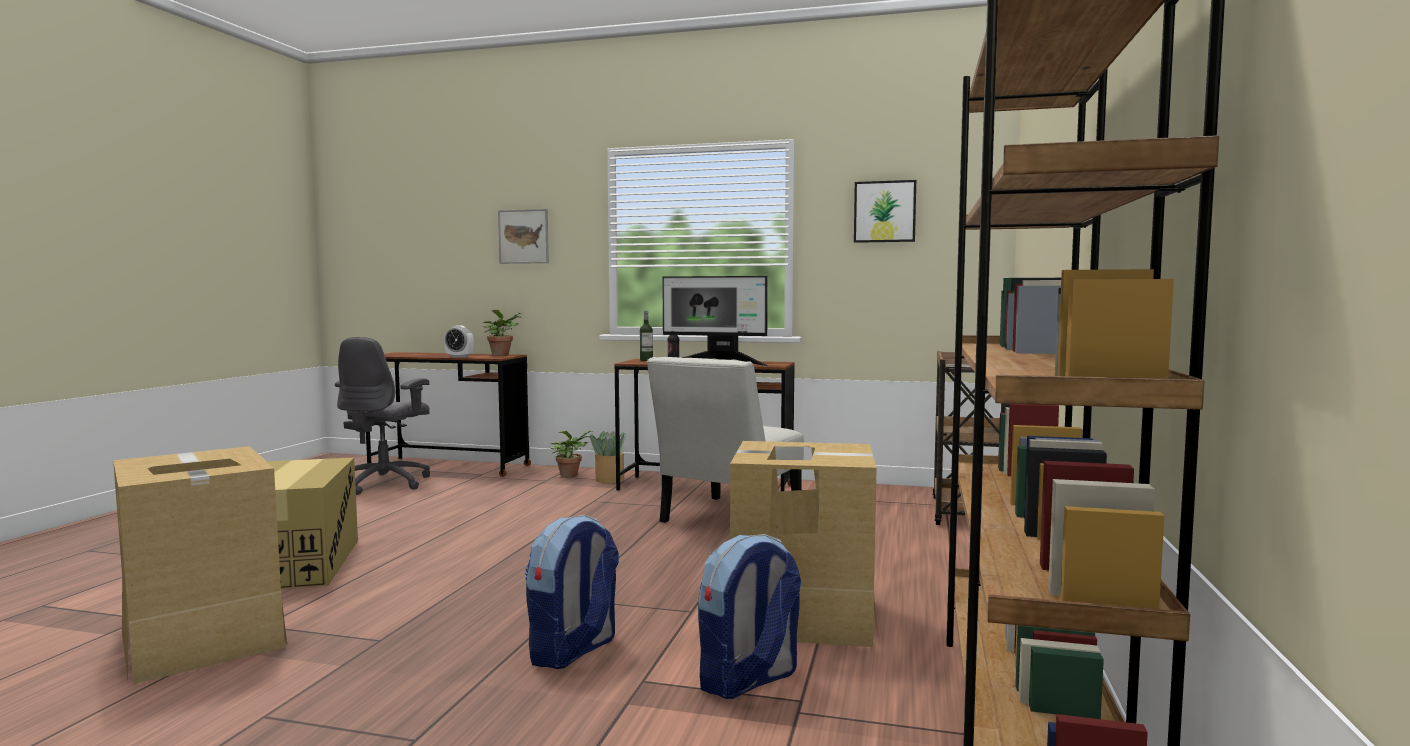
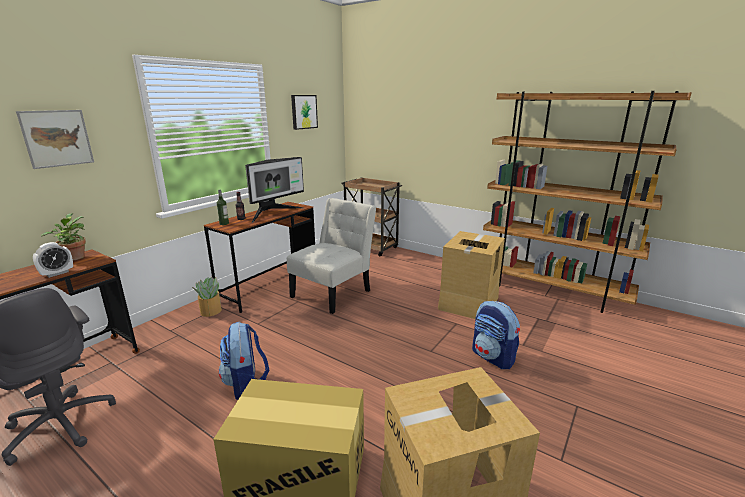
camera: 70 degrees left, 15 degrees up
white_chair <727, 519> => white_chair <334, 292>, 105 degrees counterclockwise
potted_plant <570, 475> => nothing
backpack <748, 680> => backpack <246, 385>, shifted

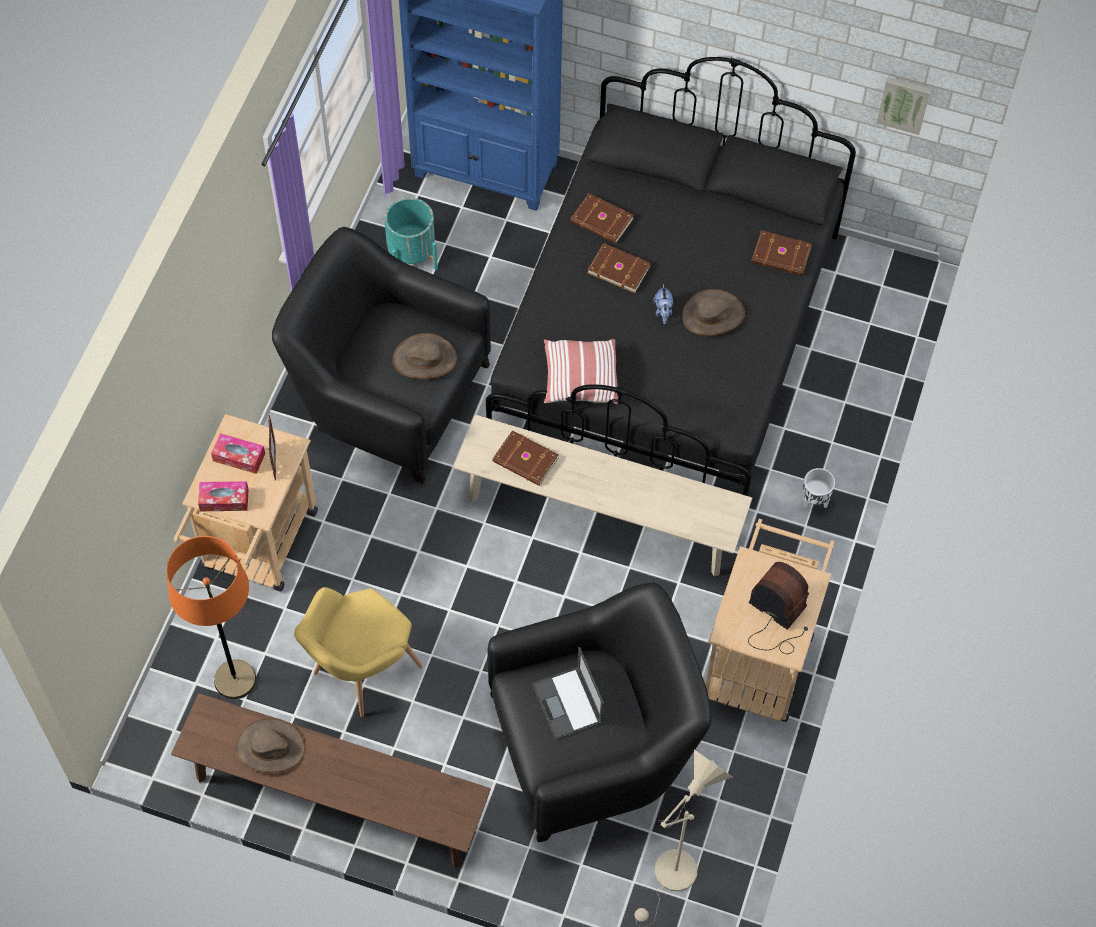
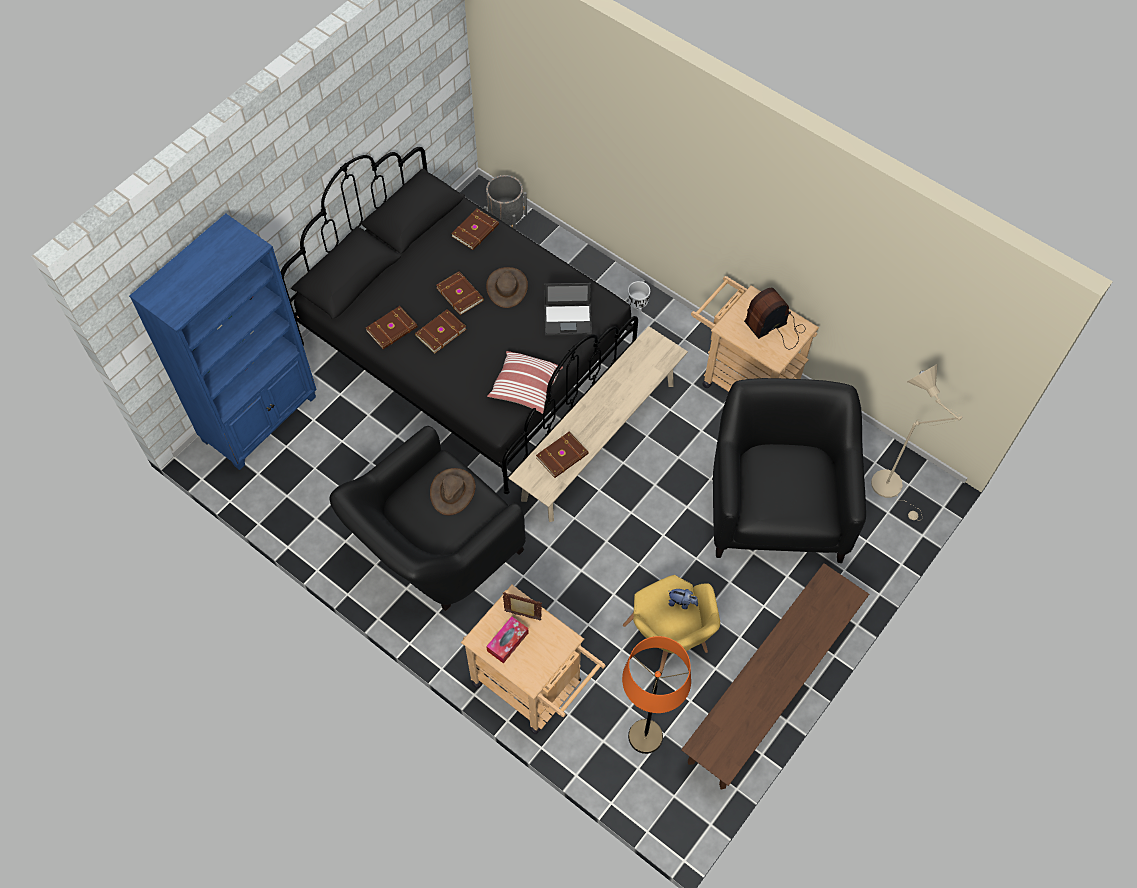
camera: 70 degrees left, 0 degrees up
picture <904, 103> => nothing
turquoise_planter <412, 255> => nothing
plush_toy <663, 311> => plush_toy <681, 602>, shifted
tissue_box <224, 500> => nothing
laptop <568, 704> => laptop <568, 319>, shifted
brown_hat <270, 748> => nothing
nothing => grey_planter <506, 221>
nothing => brown_book <460, 293>

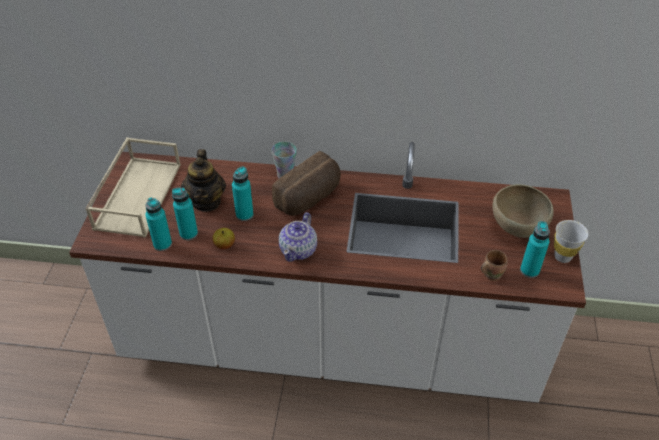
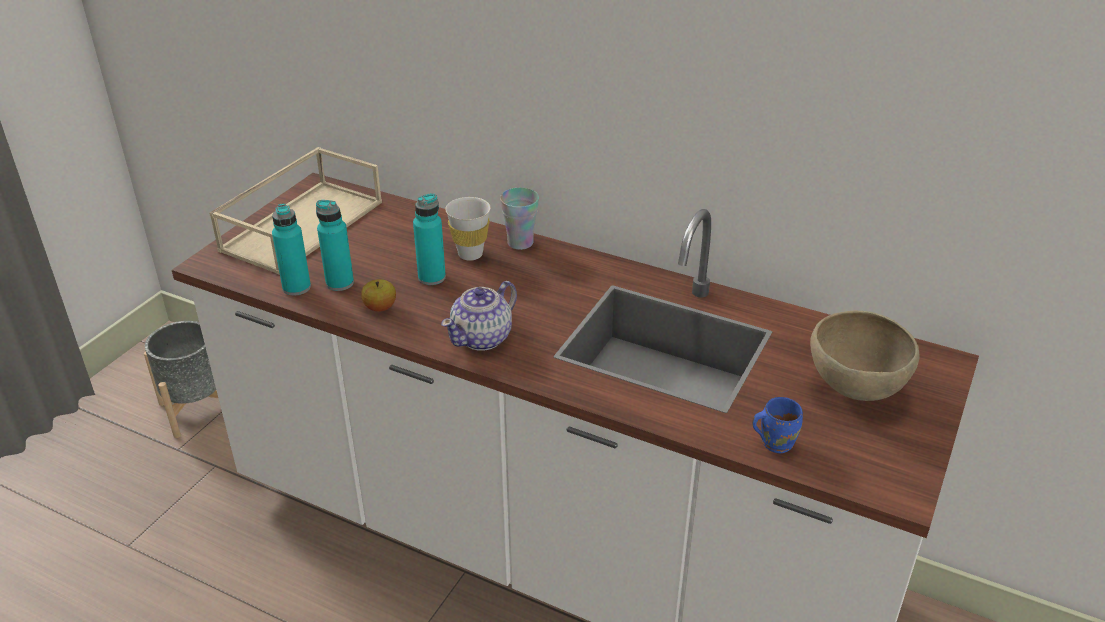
camera: 20 degrees right, 10 degrees down
teapot <206, 201> => nothing
bread <310, 198> => nothing
white_cup <562, 257> => white_cup <470, 254>, shifted
turquoise_bottle <529, 270> => nothing
brown_mug <490, 274> => blue_mug <774, 442>
nothing => grey_planter <196, 409>

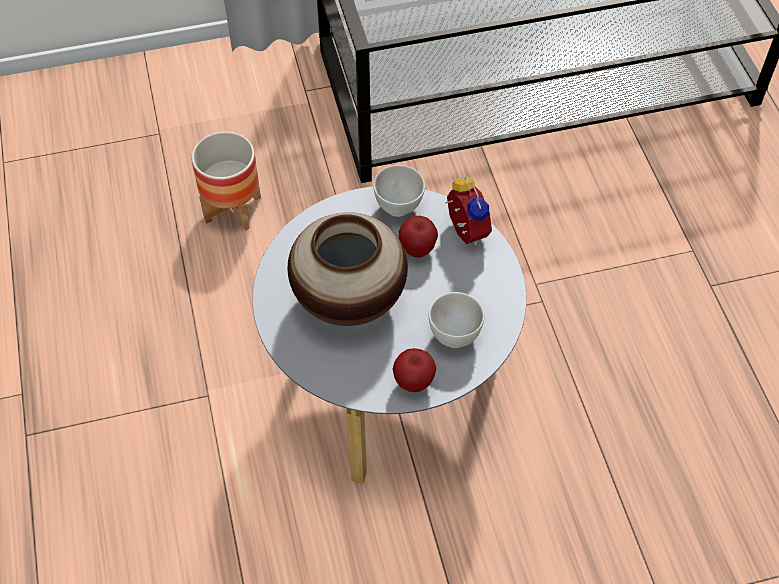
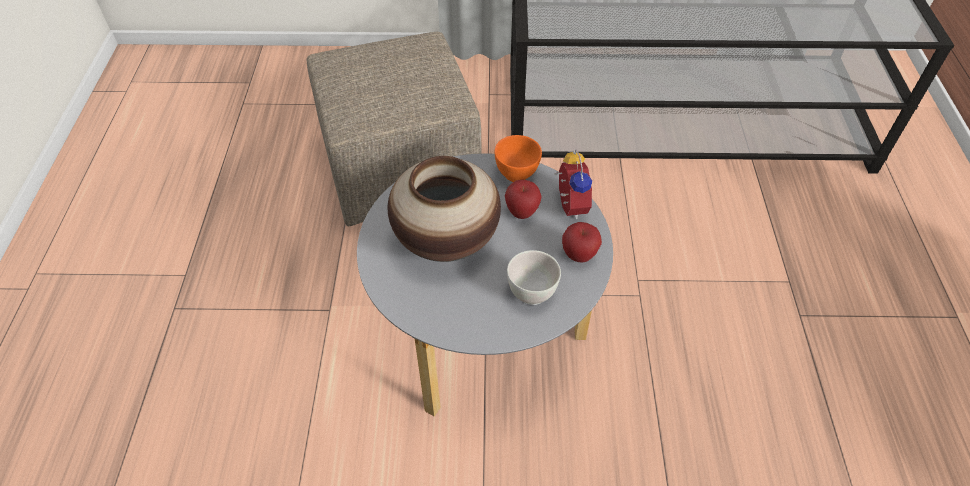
camera: 15 degrees right, 5 degrees down
planter <233, 209> => beige_ottoman <402, 169>
white_bowl <399, 207> => orange_bowl <517, 174>
apple <413, 382> => apple <579, 255>, shifted

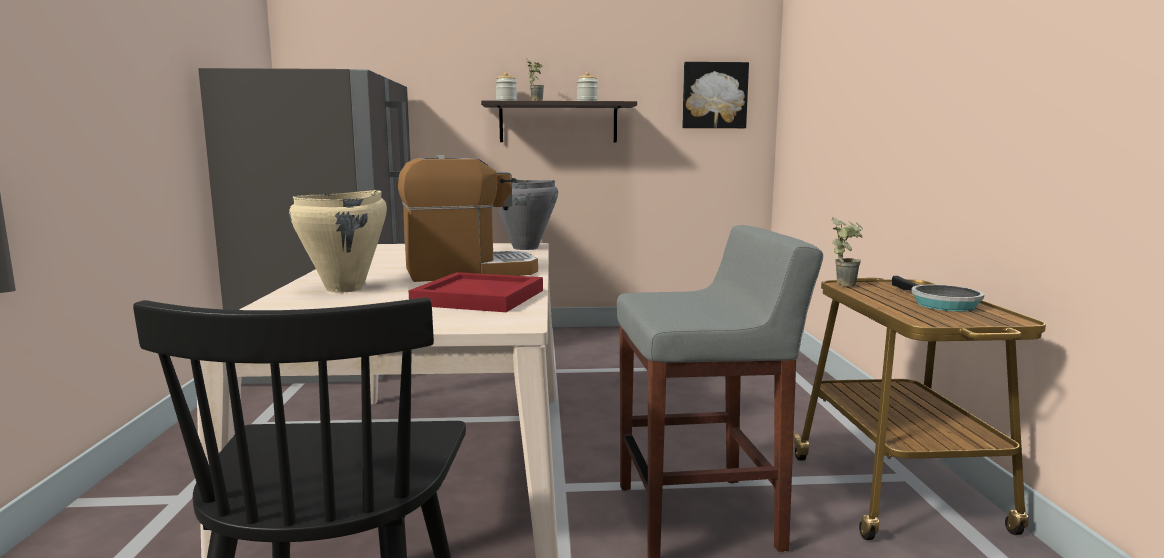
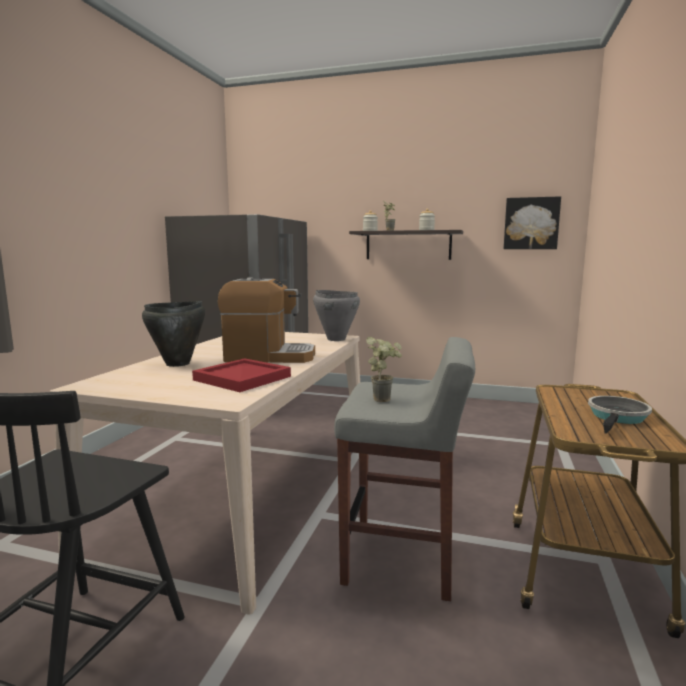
camera: 20 degrees right, 0 degrees up
beige_cooking_pot <345, 289> => black_cooking_pot <178, 364>
potted_plant <845, 284> => potted_plant <384, 399>, shifted
frying_pan <940, 303> => frying_pan <617, 417>, 150 degrees counterclockwise

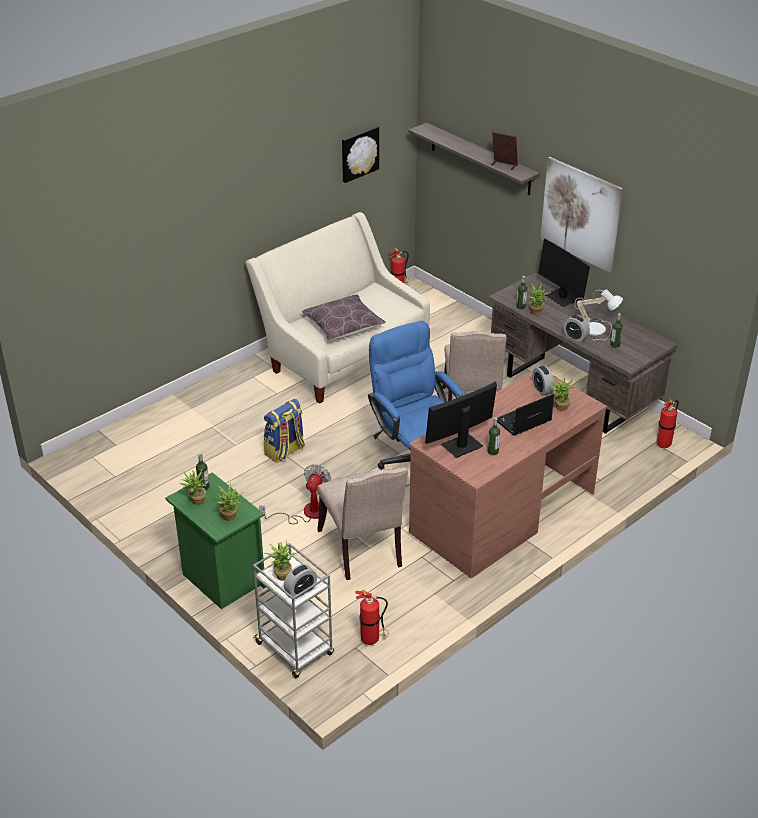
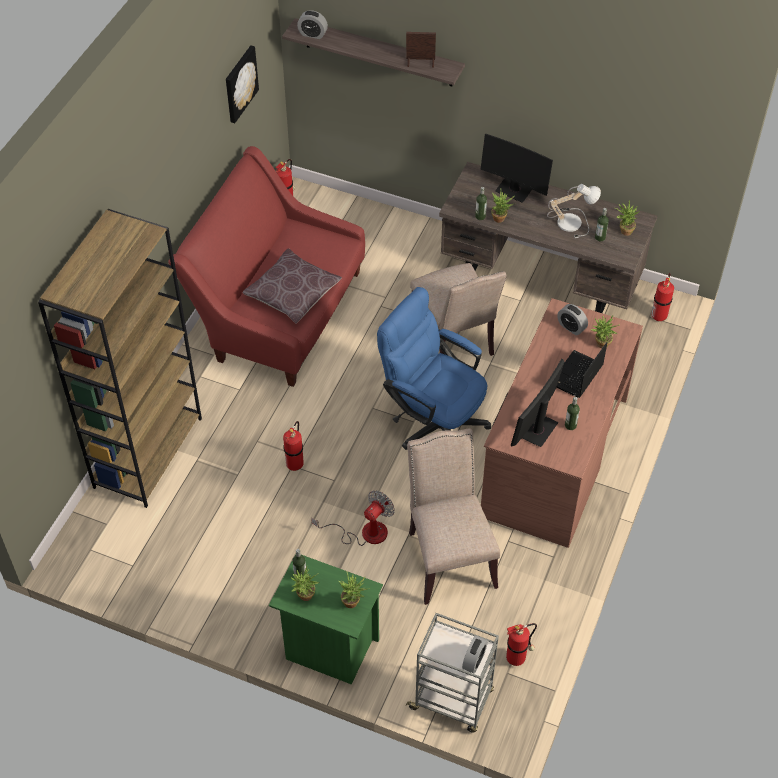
camera: 25 degrees left, 15 degrees up
picture <580, 214> => nothing
beige_sofa <342, 355> => red_sofa <279, 313>
alarm_clock <575, 337> => alarm_clock <313, 34>, shifted
backpack <285, 451> => fire_extinguisher <295, 463>
fan <306, 512> => fan <364, 532>, 45 degrees clockwise
beige_chair <363, 550> => beige_chair <448, 556>, 150 degrees counterclockwise
potted_plant <281, 574> => potted_plant <624, 231>, shifted
nothing => brown_bookcase <148, 452>

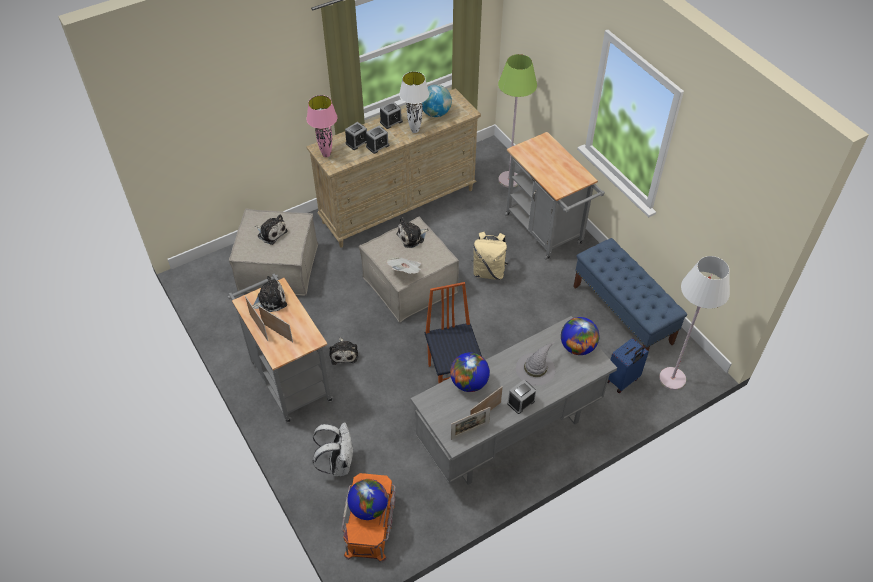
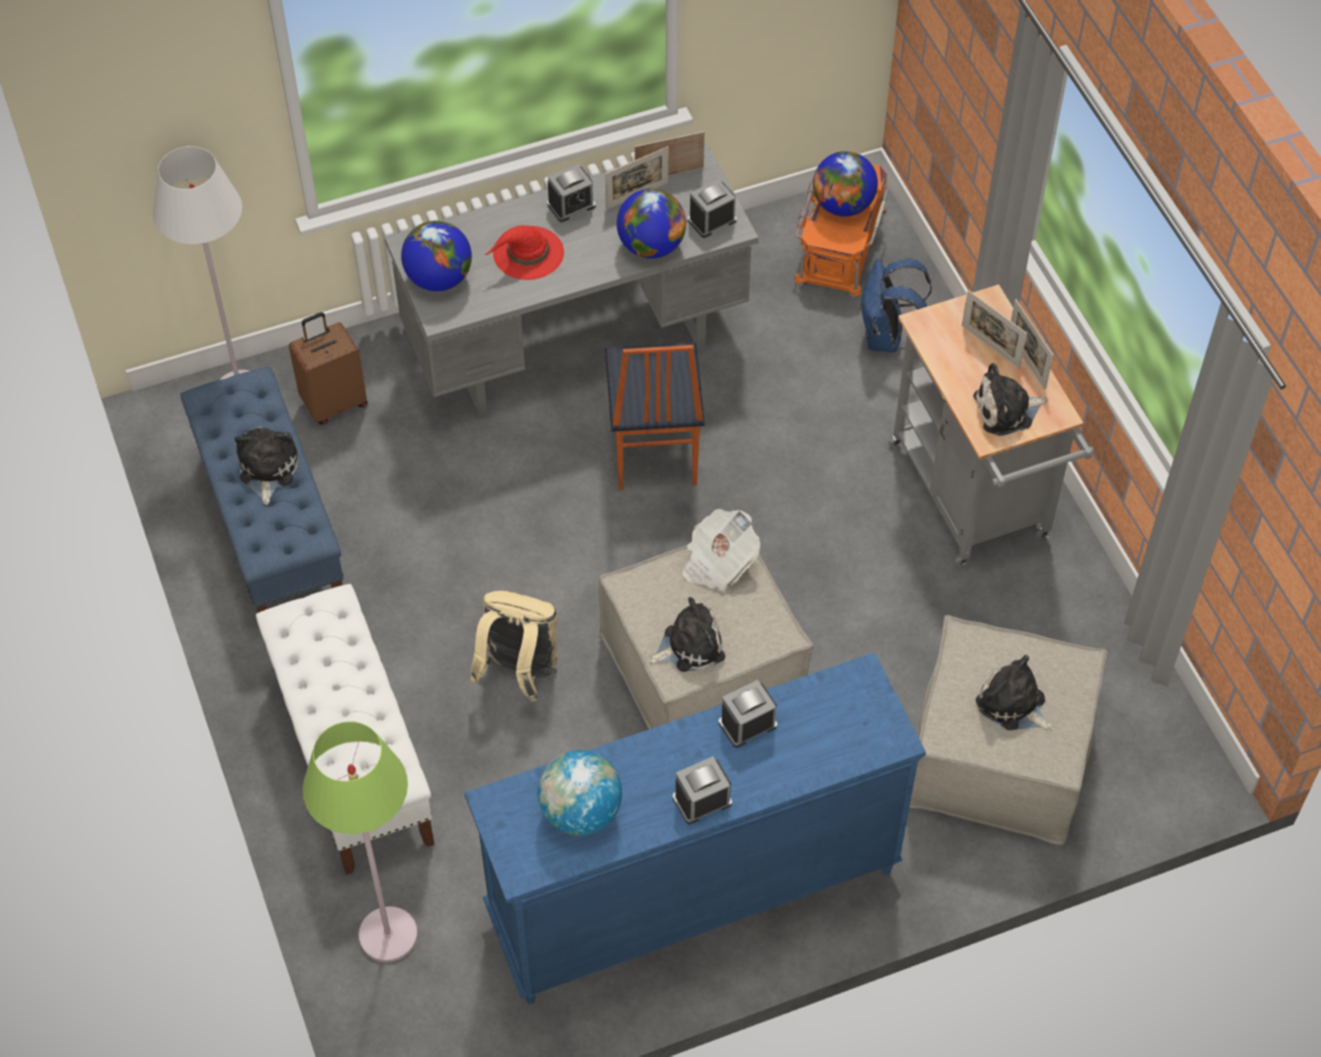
camera: 170 degrees left, 5 degrees up
white_table_lamp <415, 130> => nothing
beige_dresser <399, 205> => blue_dresser <691, 894>
pink_table_lamp <326, 154> => nothing
alarm_clock <357, 142> => alarm_clock <712, 220>, shifted
grey_cart <546, 232> => white_bench <352, 755>
plush_toy <344, 353> => plush_toy <267, 469>, shifted
blue_suitcase <622, 380> => brown_suitcase <334, 402>
grey_hat <535, 368> => red_hat <527, 253>
white_backpack <338, 463> => blue_backpack <886, 338>

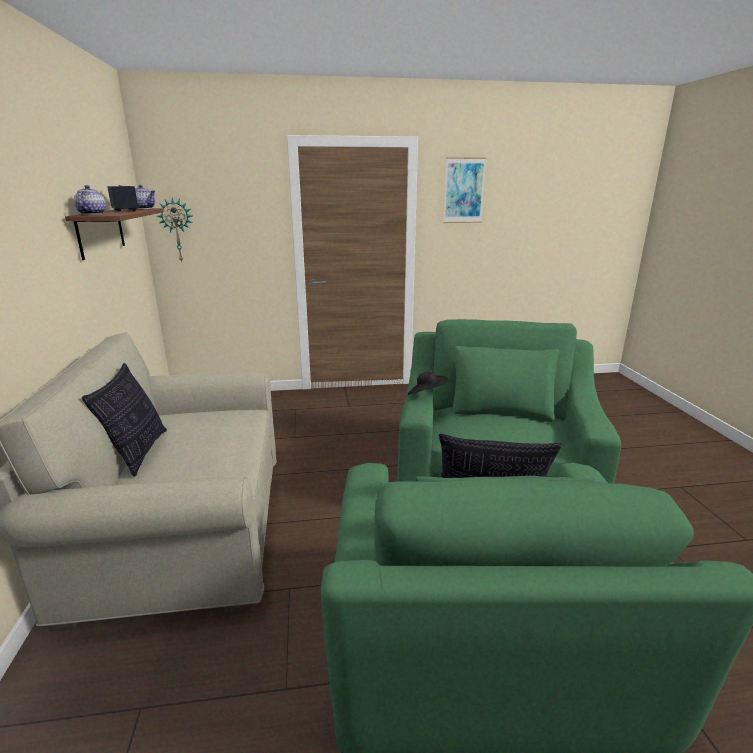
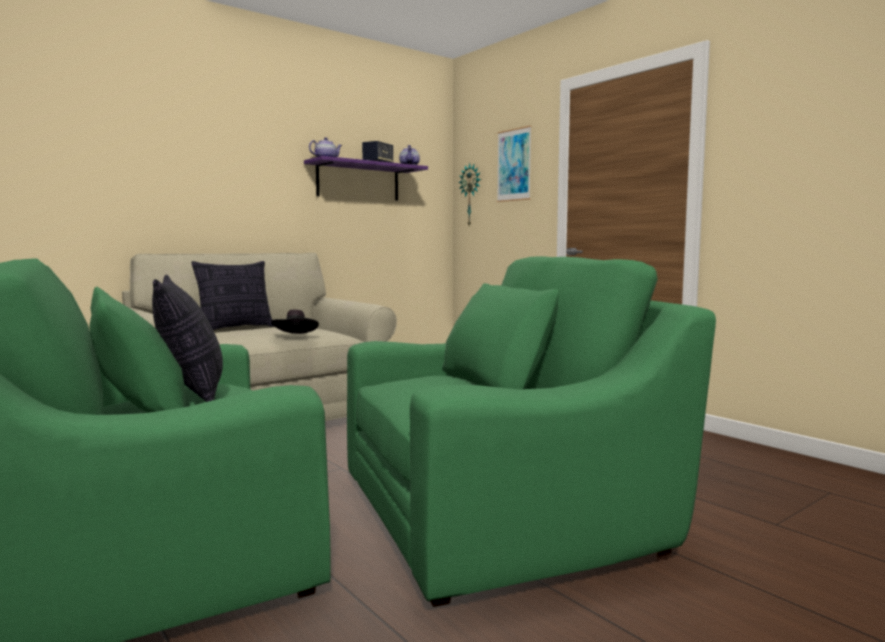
camera: 60 degrees right, 15 degrees down
picture <464, 190> => picture <514, 165>, shifted
brown_shelf <101, 232> => purple_shelf <358, 181>
black_hat <426, 395> => black_hat <295, 336>, shifted

